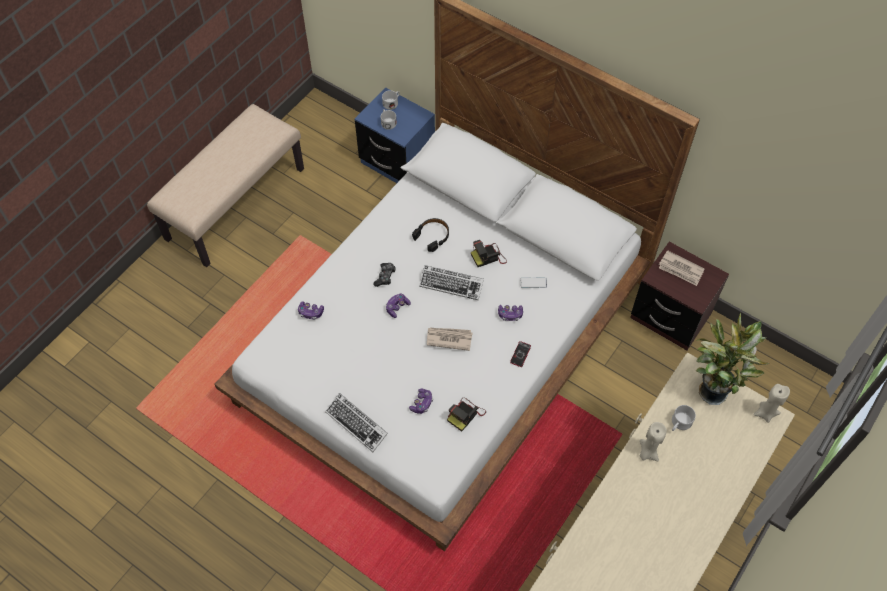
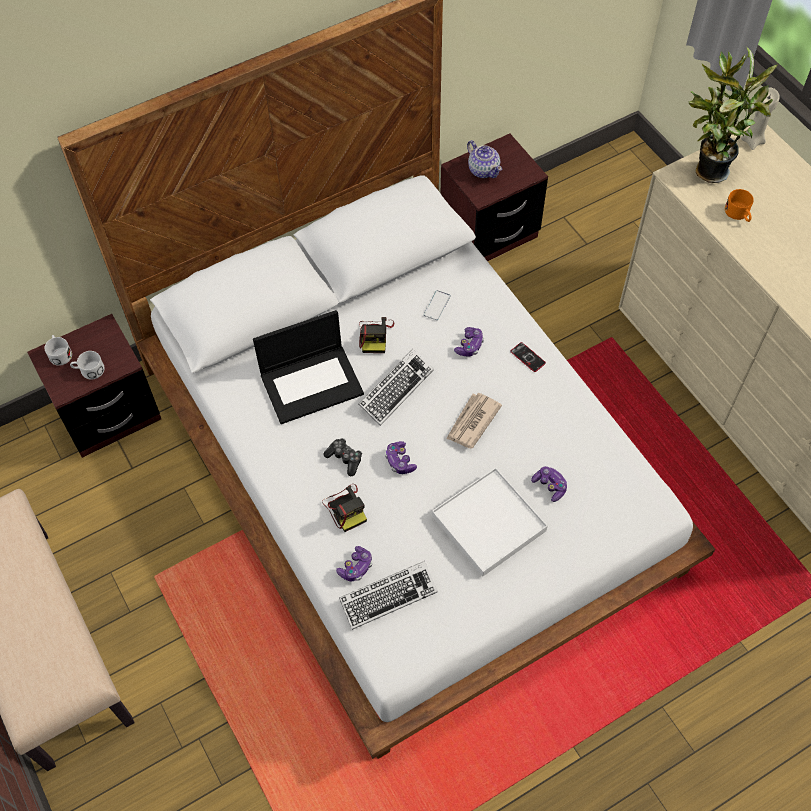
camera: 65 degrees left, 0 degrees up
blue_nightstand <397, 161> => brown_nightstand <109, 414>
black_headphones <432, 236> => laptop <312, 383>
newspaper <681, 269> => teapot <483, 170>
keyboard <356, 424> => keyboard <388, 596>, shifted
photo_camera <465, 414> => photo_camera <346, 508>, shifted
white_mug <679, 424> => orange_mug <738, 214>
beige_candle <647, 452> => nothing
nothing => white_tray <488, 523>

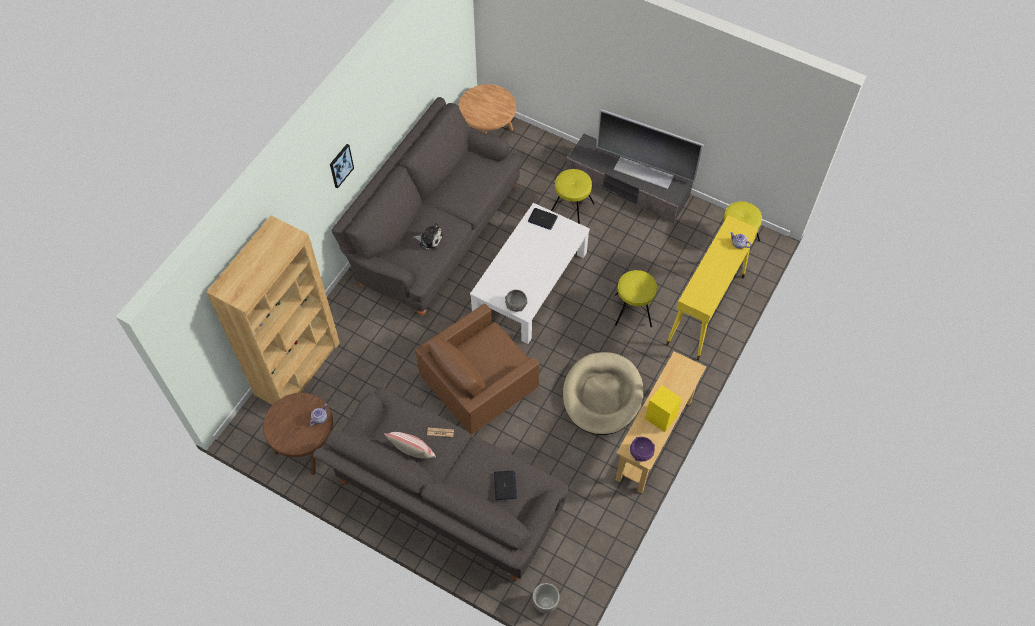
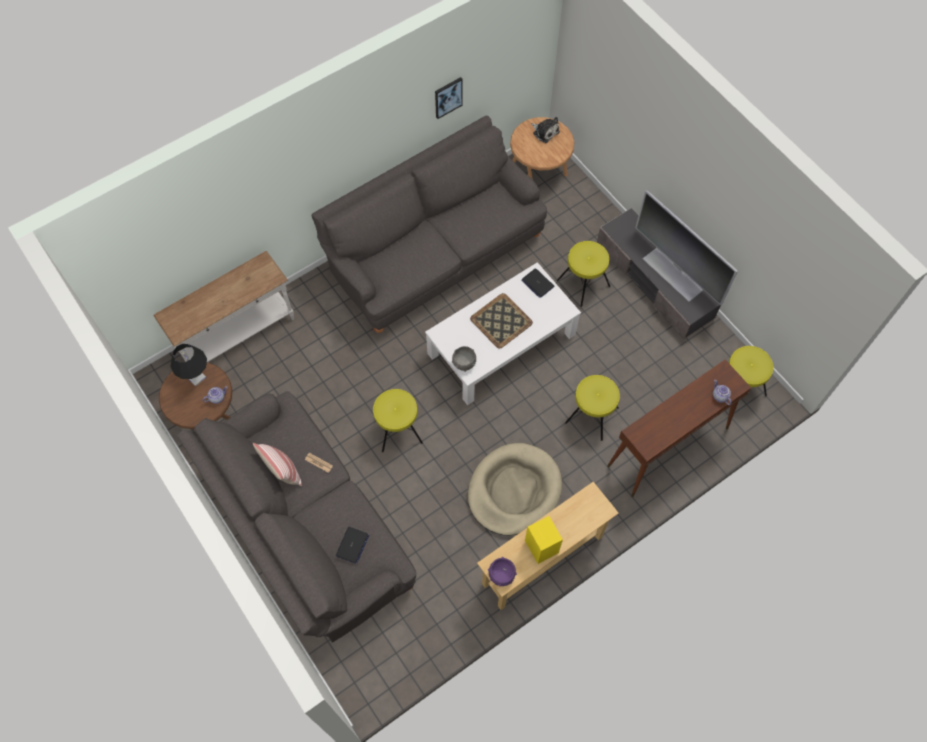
camera: 25 degrees right, 5 degrees up
picture <340, 165> => picture <448, 97>, shifted
brown_bookcase <297, 368> => white_console_table <238, 336>
yellow_console_table <705, 311> => brown_console_table <667, 447>
plush_toy <429, 239> => plush_toy <545, 132>, shifted
brown_armchair <479, 387> => yellow_stool <397, 429>
planter <545, 603> => nothing
nothing => tray <501, 321>
nothing => black_table_lamp <196, 377>

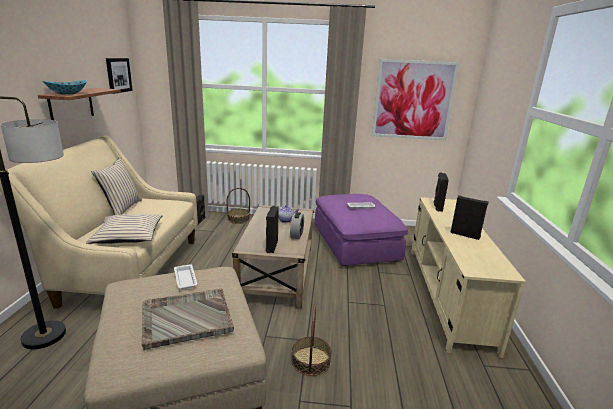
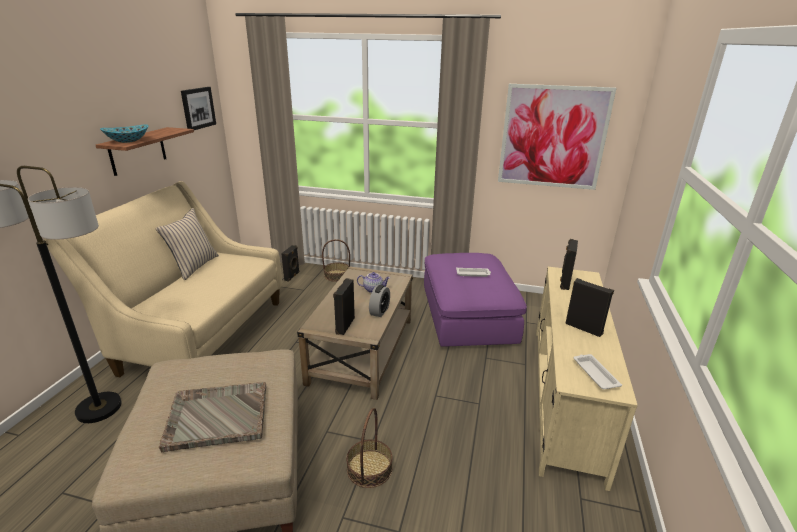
camera: 10 degrees right, 5 degrees up
beige_pillow <128, 236> => nothing
white_tray <185, 278> => white_tray <594, 373>, shifted

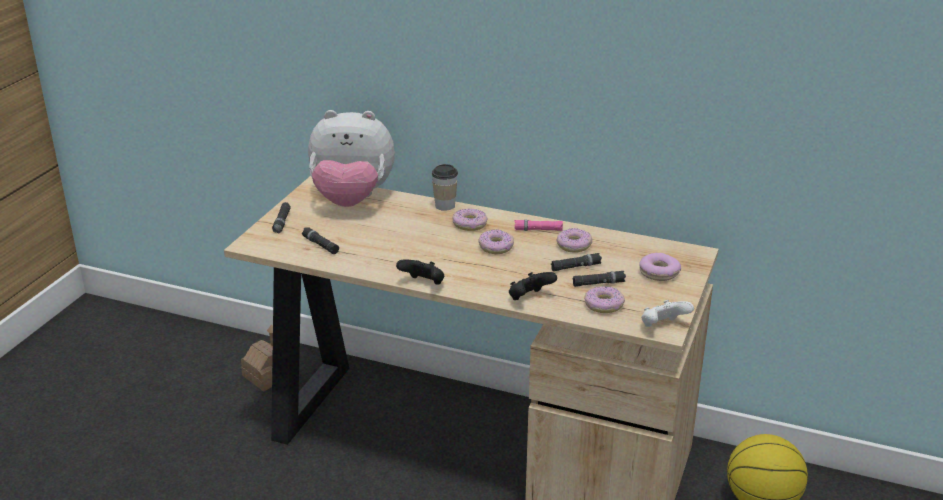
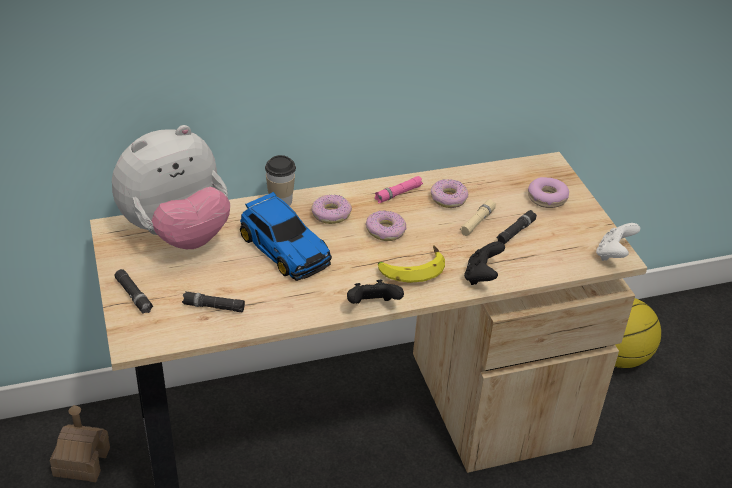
camera: 40 degrees left, 10 degrees up
black_flashlight <576, 266> => beige_flashlight <477, 222>
donut <603, 305> => nothing
nothing => toy_car <284, 247>
nothing => banana <411, 268>

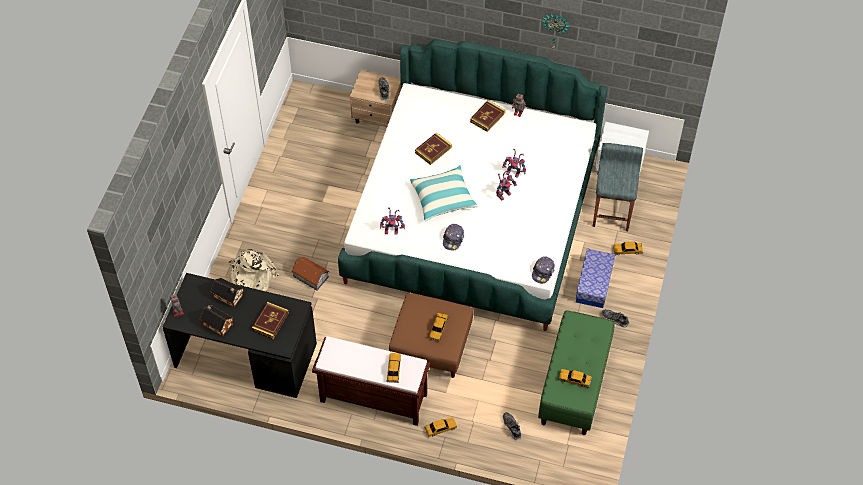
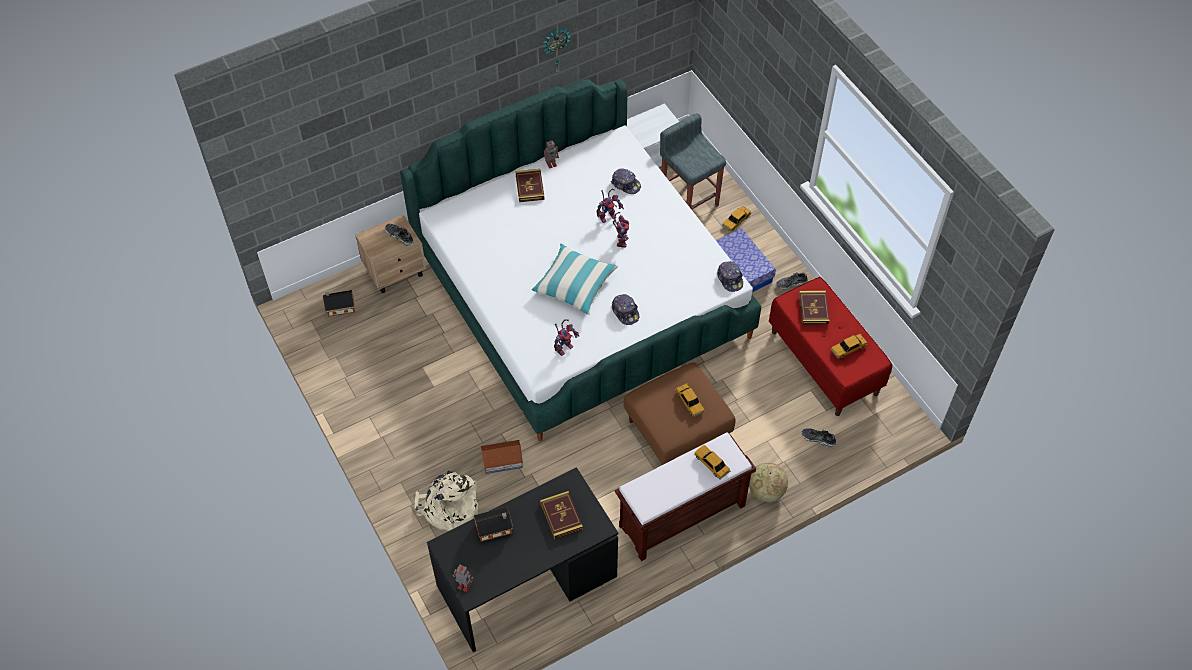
camera: 45 degrees left, 0 degrees up
book <433, 150> => book <813, 309>, shifted
toy_house <216, 323> => toy_house <339, 307>, shifted
green_bench <574, 386> => red_bench <824, 362>
toy_car <440, 428> => globe <765, 491>
nothing => cap <626, 184>

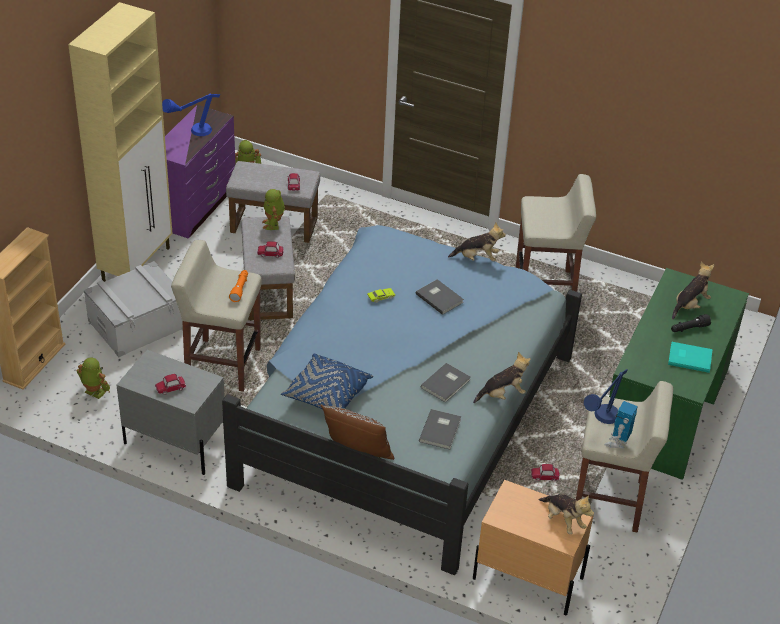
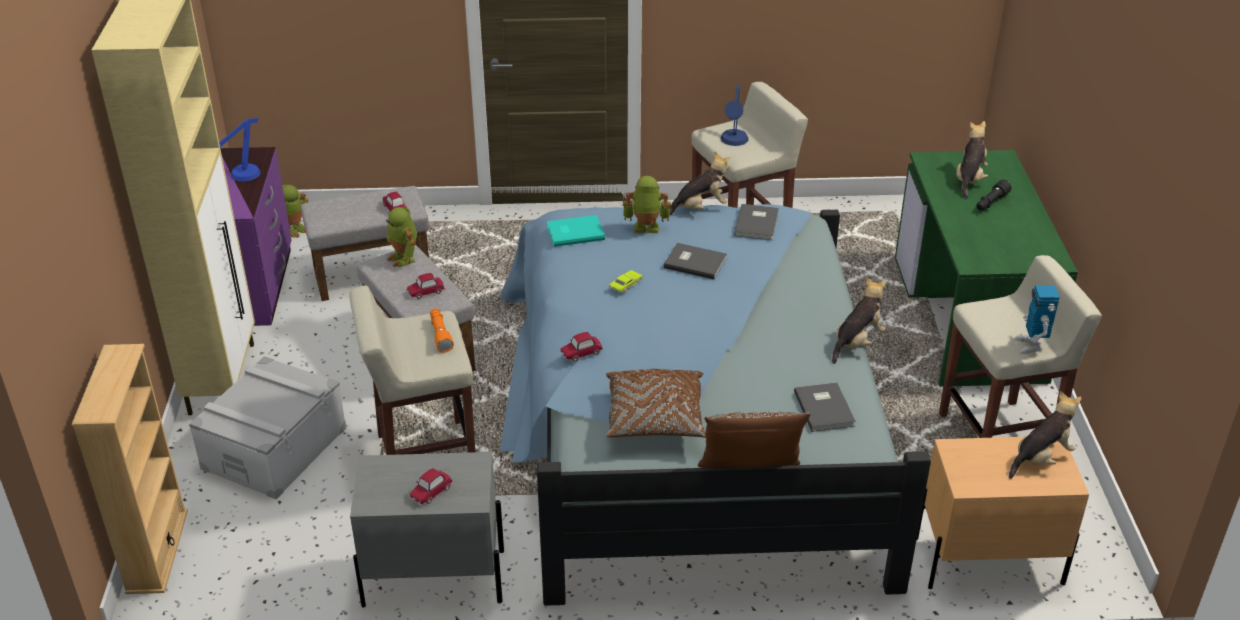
camera: 25 degrees left, 5 degrees down
turquoise_book <689, 357> => turquoise_book <574, 232>, shifted
blue_pillow <327, 394> => brown_pillow <655, 418>
toy_robot <94, 392> => toy_robot <646, 229>, shifted
grey_book <447, 384> => grey_book <758, 223>, shifted
blue_table_lamp <600, 422> => blue_table_lamp <733, 146>, shifted
toy_car <544, 476> => toy_car <581, 352>, shifted
plush_toy <563, 520> => plush_toy <1040, 458>, 60 degrees counterclockwise

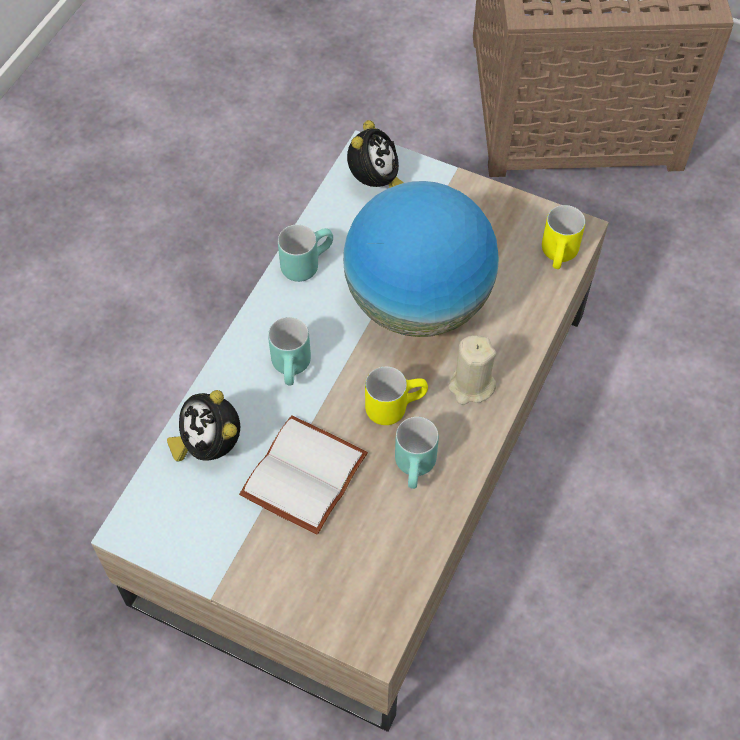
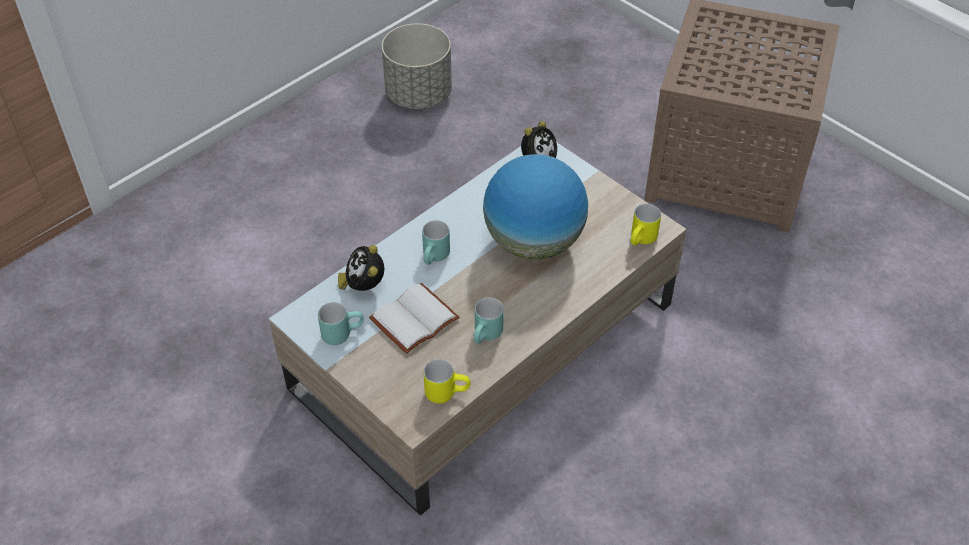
camera: 20 degrees right, 10 degrees down
turquoise_mug <305, 262> => turquoise_mug <342, 332>, shifted
beige_candle <471, 386> => nothing
yellow_mug <394, 405> => yellow_mug <447, 391>, shifted
nothing => grey_planter <419, 94>

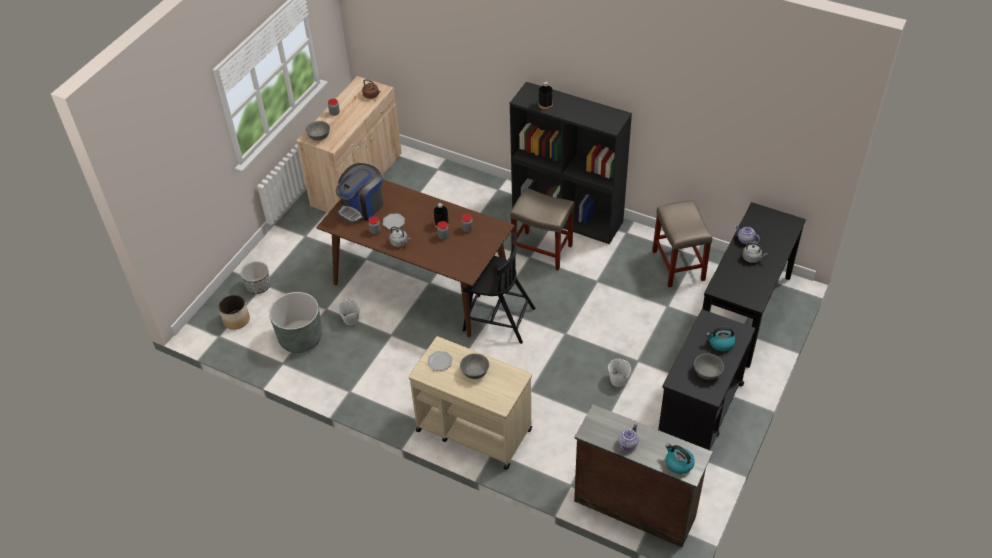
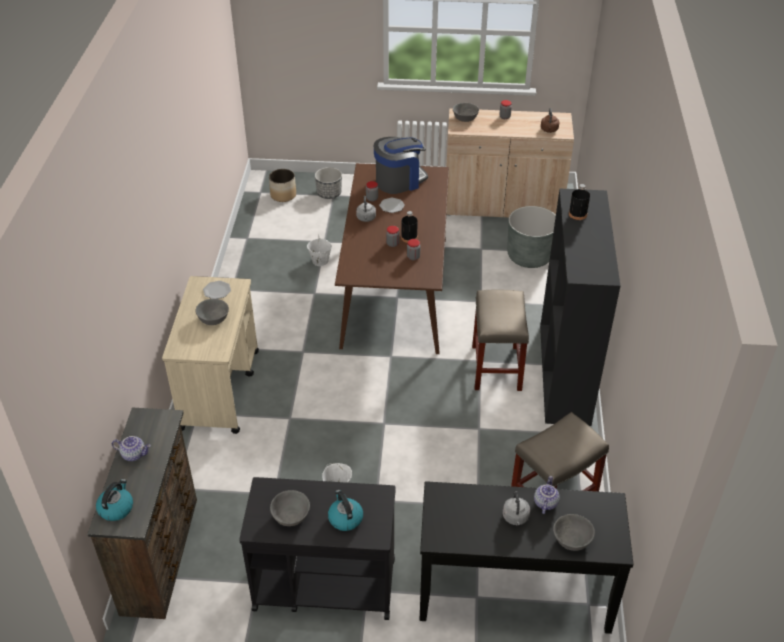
camera: 65 degrees right, 5 degrees down
coffee_machine <362, 207> => coffee_machine <399, 181>, 135 degrees clockwise
black_chair <497, 319> => nothing
grey_planter <300, 338> => grey_planter <529, 256>, shifted
nothing => grey_bowl <572, 540>

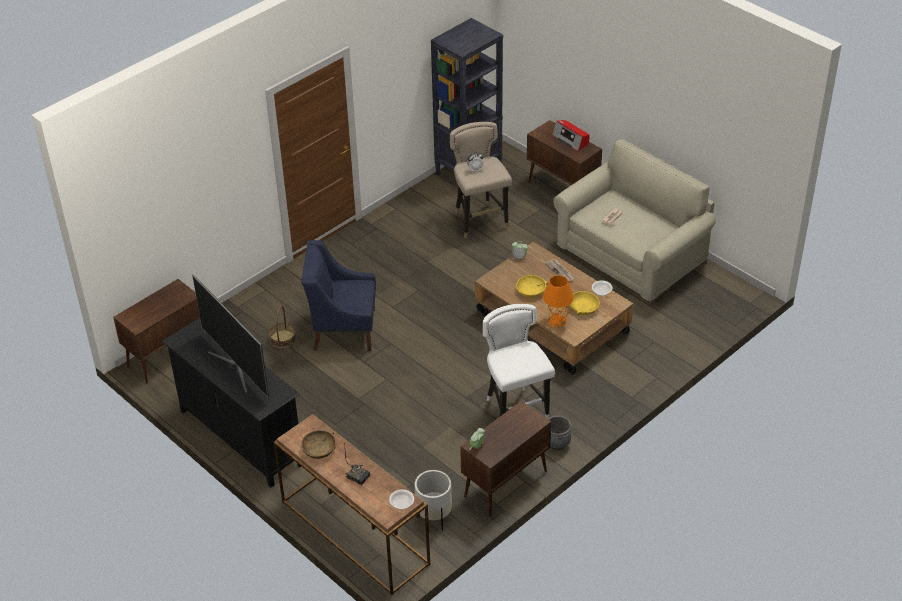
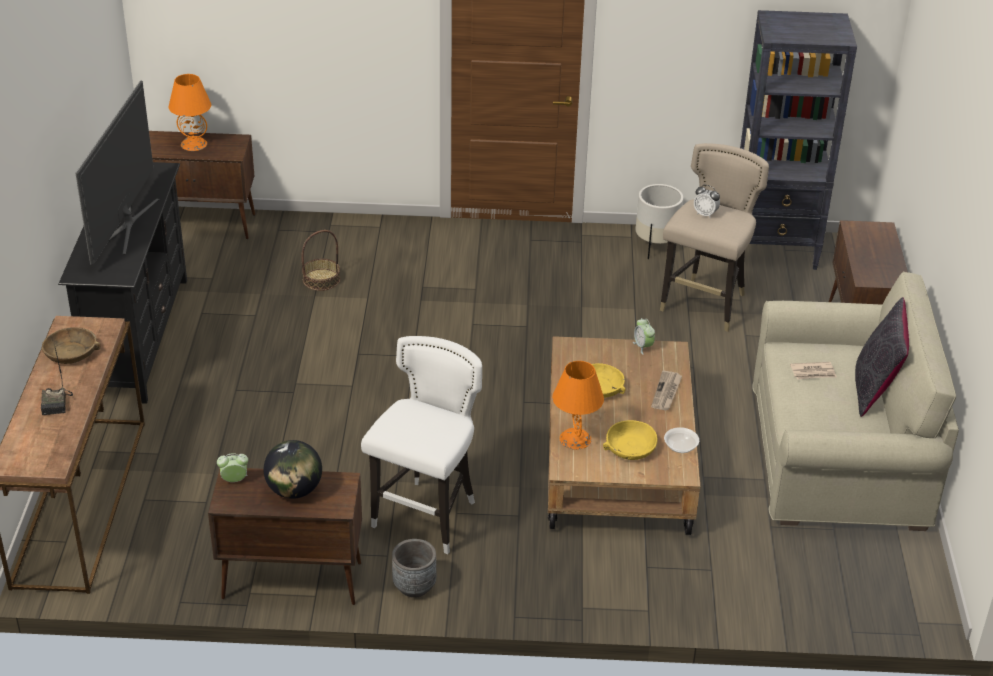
camera: 45 degrees right, 5 degrees down
radio <571, 139> => nothing
blue_armchair <343, 329> => nothing
white_planter <434, 515> => white_planter <656, 246>, shifted
bowl <402, 503> => nothing
nothing => orange_table_lamp <194, 144>
nothing => black_pillow <875, 389>
nothing => globe <294, 490>

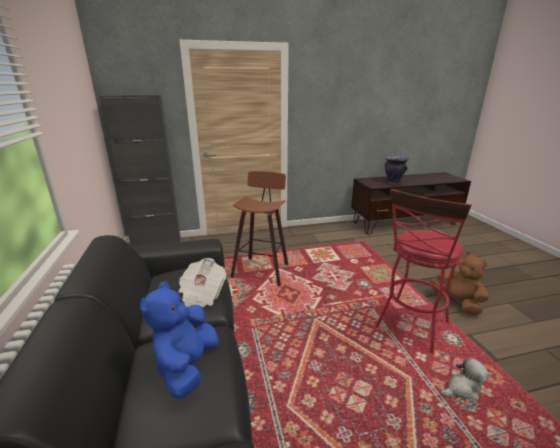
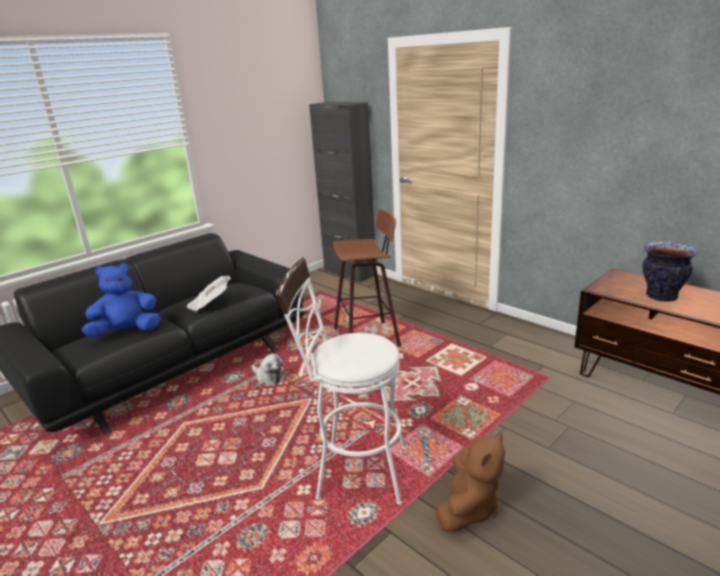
camera: 60 degrees right, 0 degrees up
red_stool <410, 328> => white_stool <354, 471>
plush_toy <462, 389> => plush_toy <268, 378>, shifted

